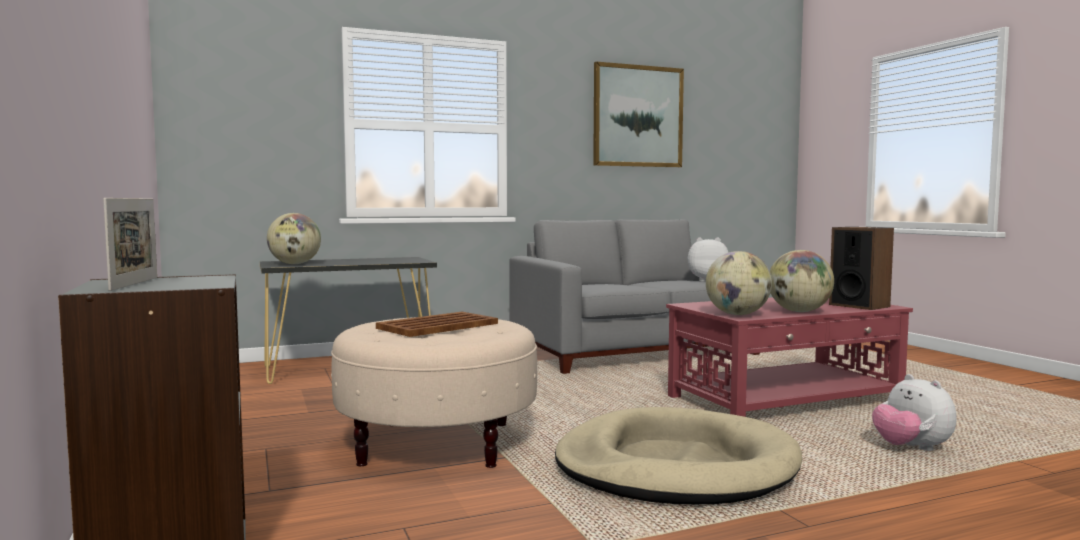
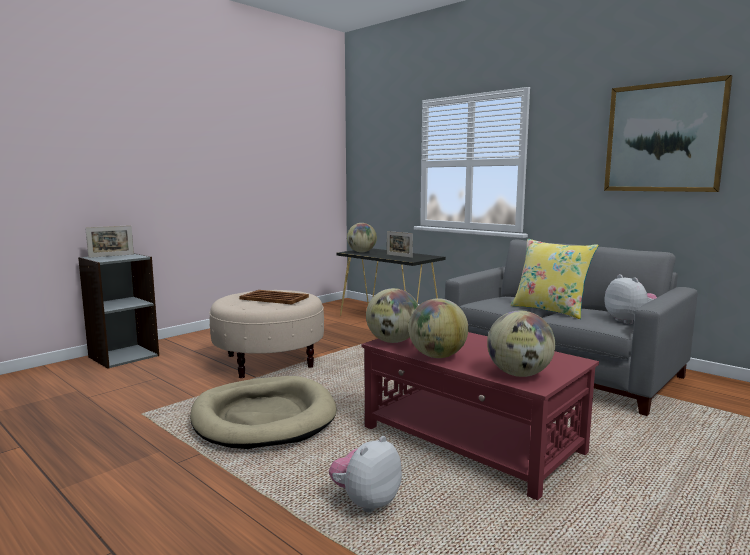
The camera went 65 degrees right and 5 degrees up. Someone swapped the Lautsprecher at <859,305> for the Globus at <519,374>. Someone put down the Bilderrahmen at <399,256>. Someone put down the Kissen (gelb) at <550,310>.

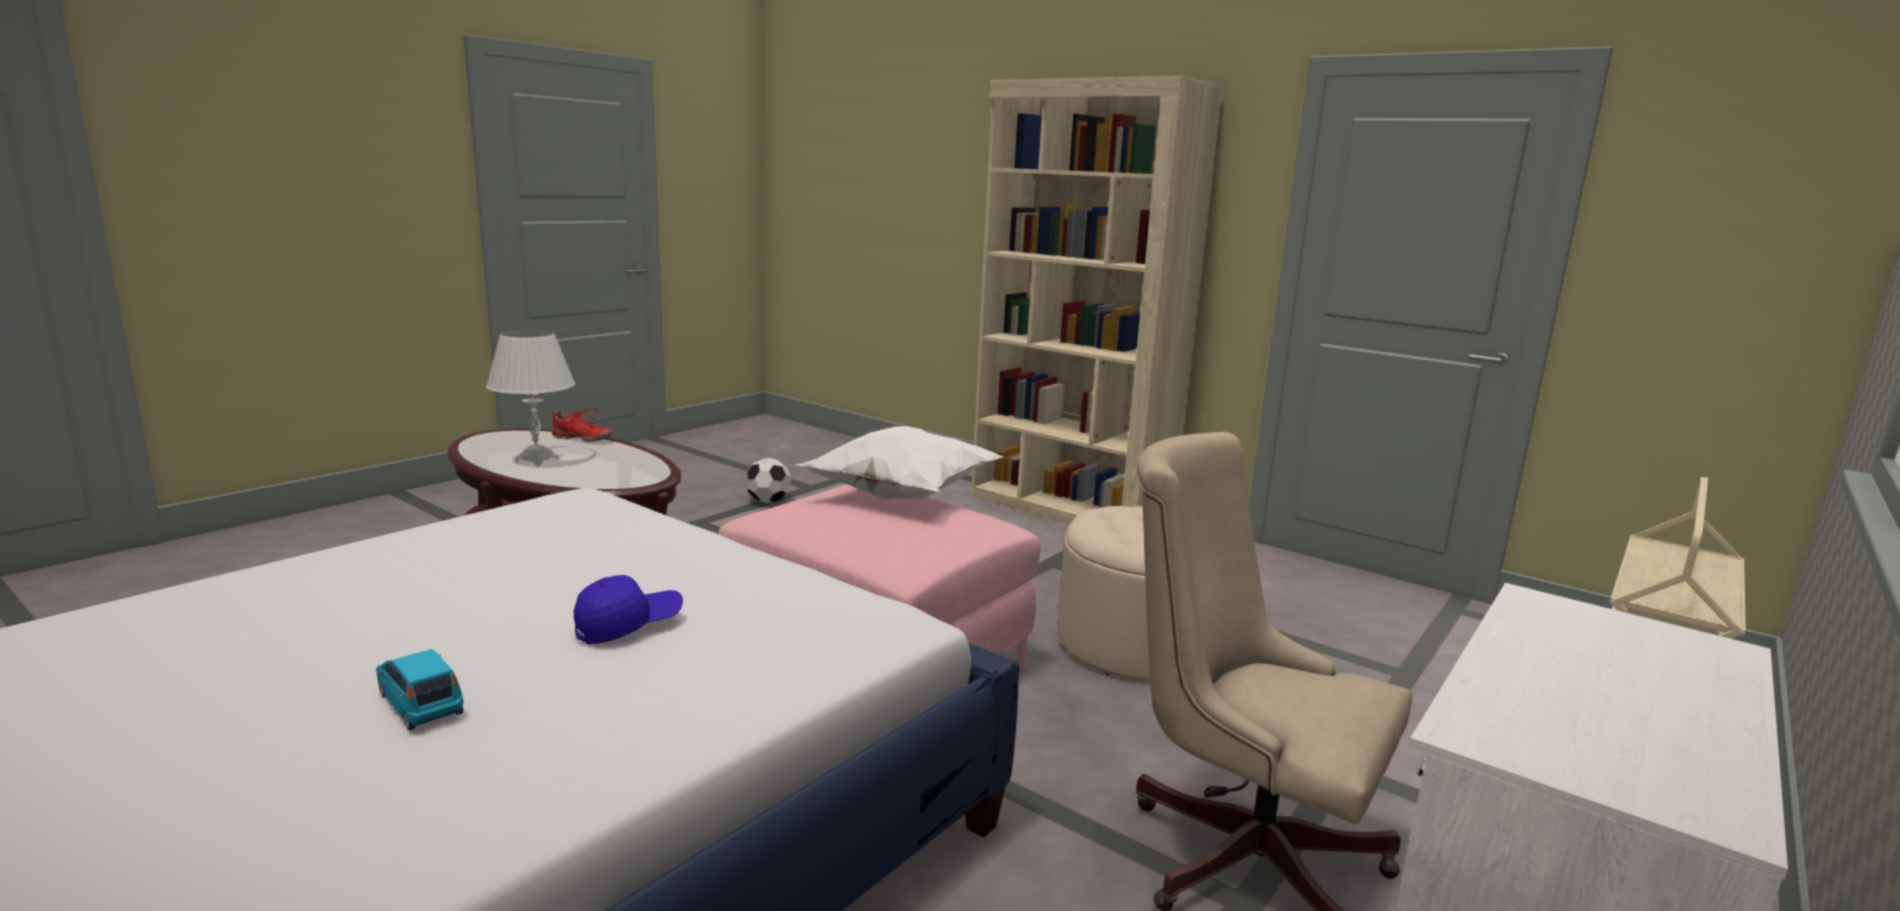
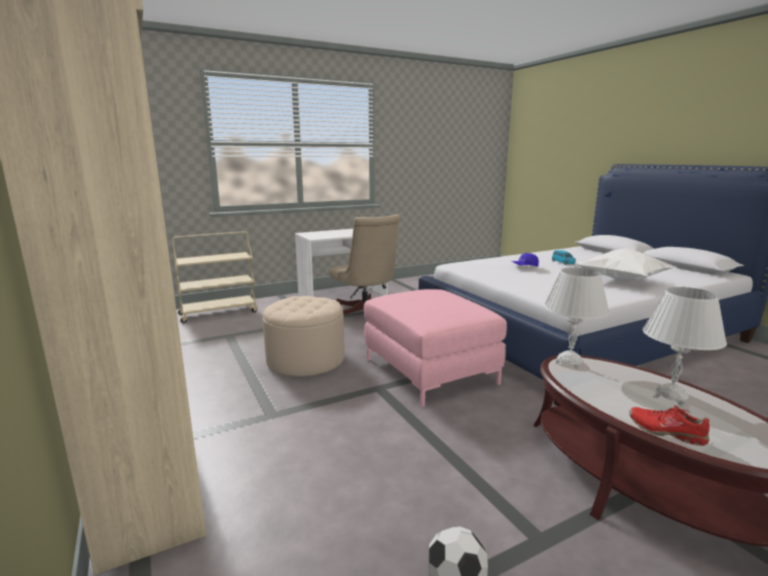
The camera went 155 degrees left and 0 degrees up. Someone carried the Kissen (weiß) from <900,497> to <623,281>. Someone put down the Tischlampe (weiß) at <569,362>.

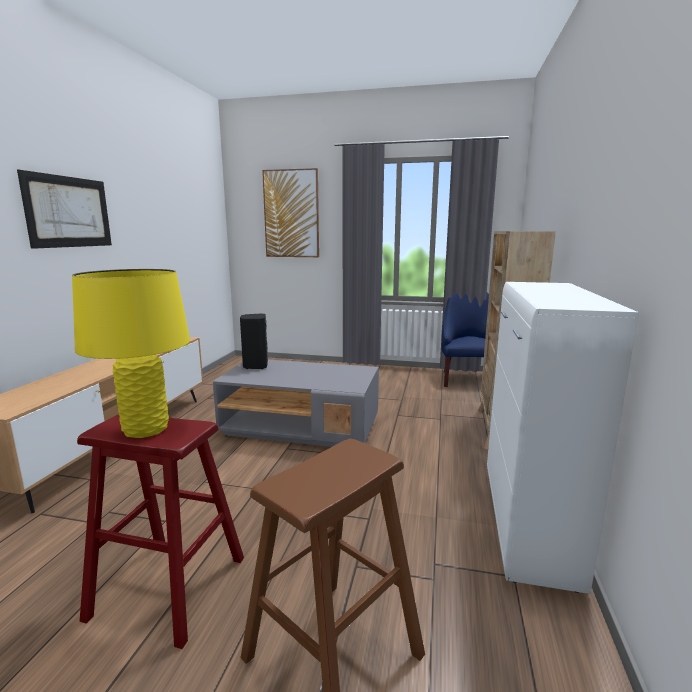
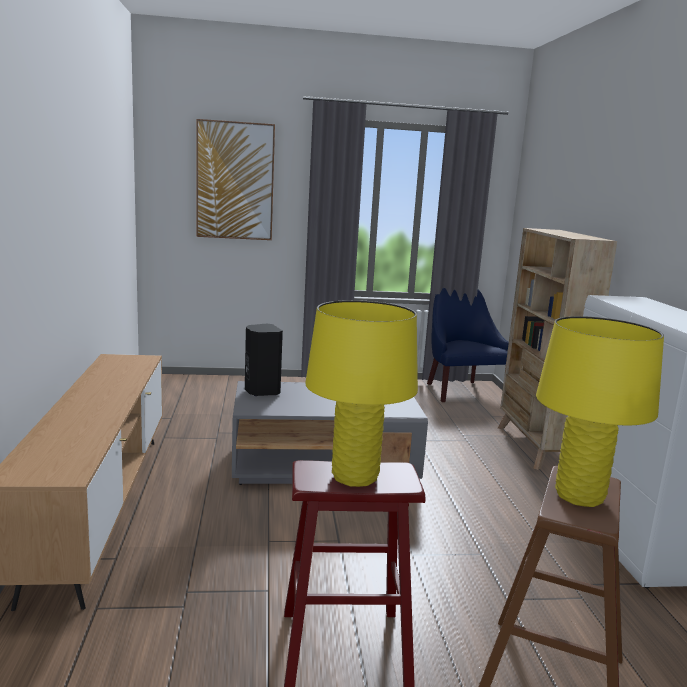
The camera went 20 degrees left and 0 degrees up. Someone took away the Bild at <69,212>. Someone put down the Tischlampe (gelb) at <580,496>.

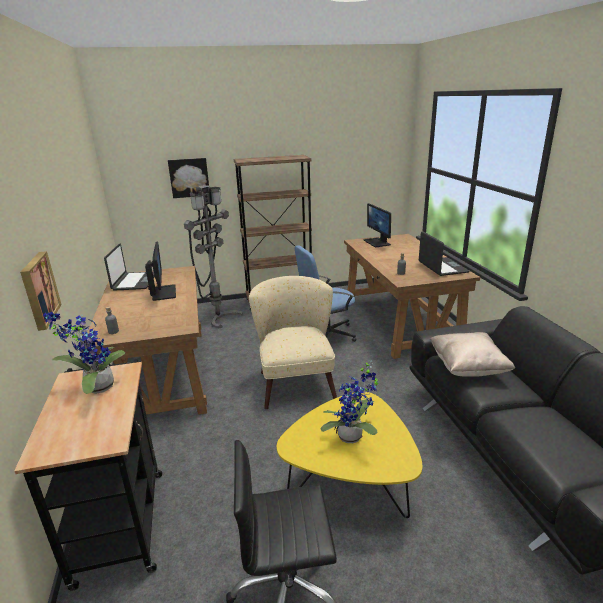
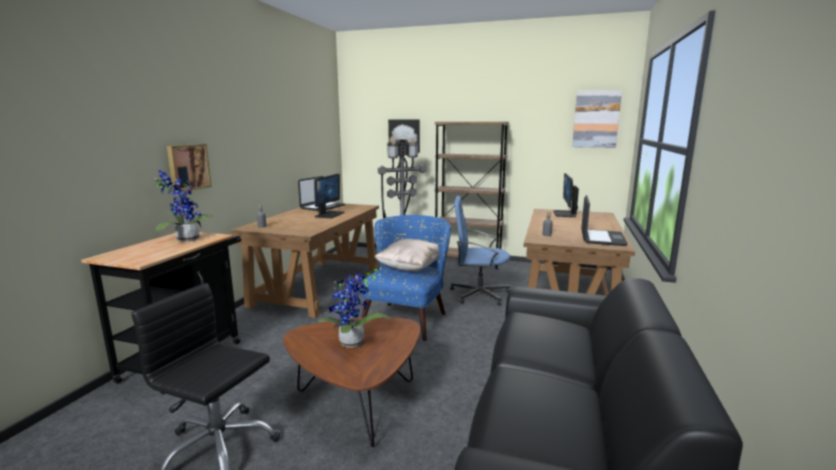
The camera went 30 degrees right and 10 degrees down. Someone repainted the Sessel (beige) at <295,380>, which became the Sessel (blau) at <409,317>. Someone carried the Kissen (beige) from <467,368> to <410,268>. Someone repainted the Couchtisch (gelb) at <351,485>, which became the Couchtisch (braun) at <357,403>. Someone put up the Bild at <596,119>.

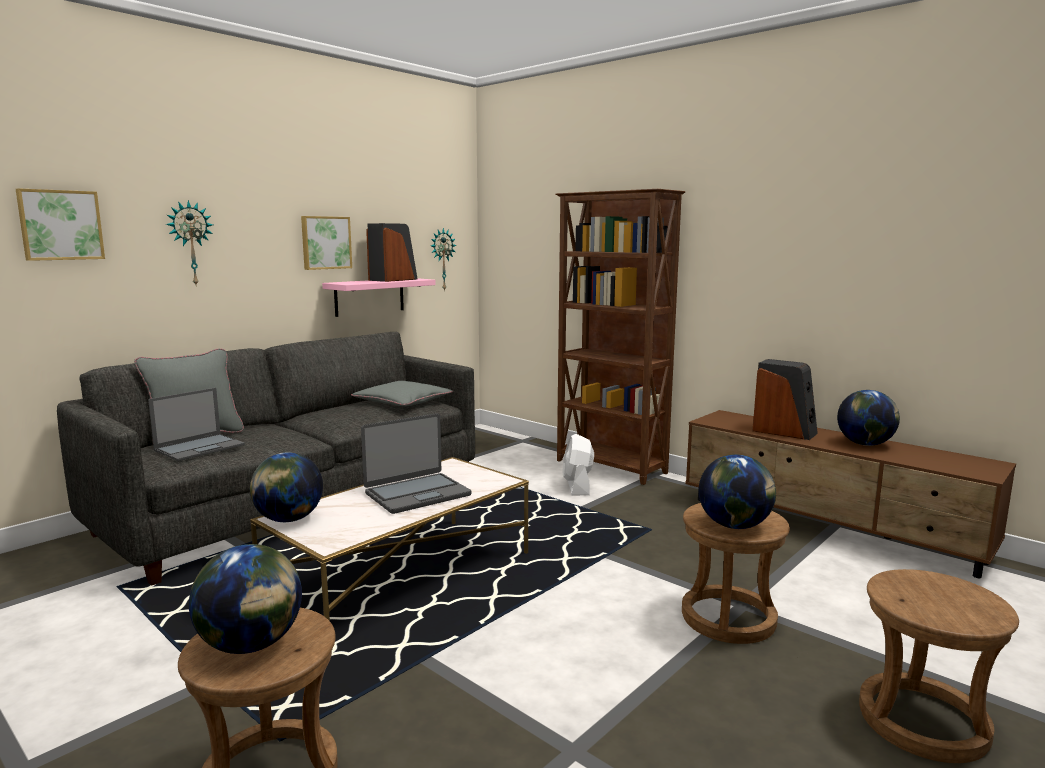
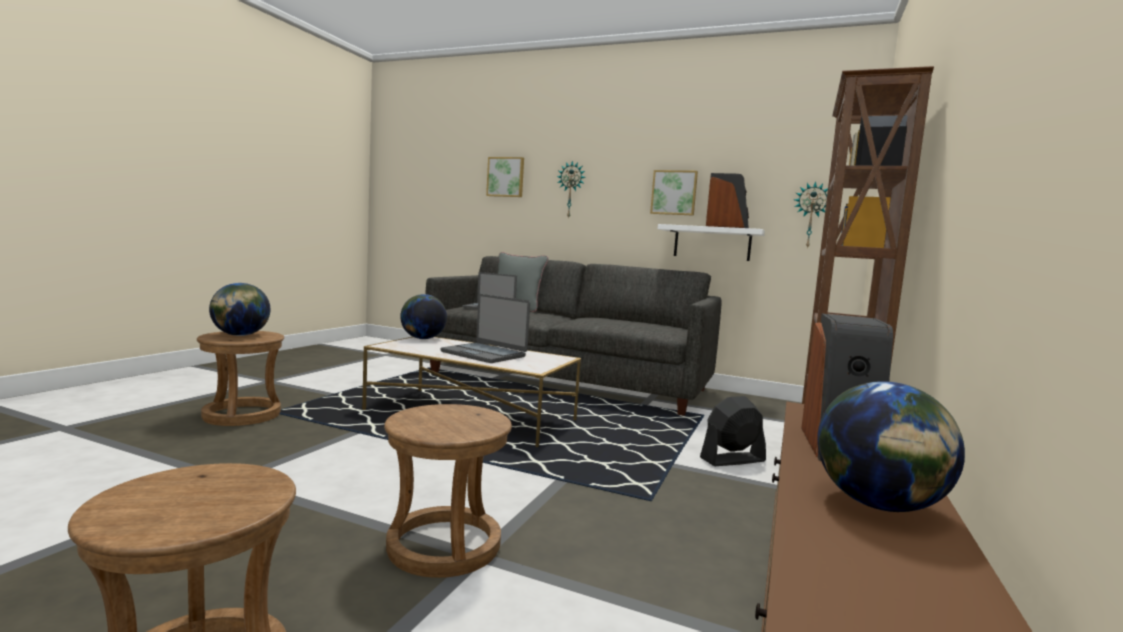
The camera went 70 degrees right and 5 degrees down. Someone repainted the Wandregal (rosa) at <369,296>, which became the Wandregal (weiß) at <712,243>. Someone took away the Kissen (grau) at <403,402>. Someone repainted the Ventilator (weiß) at <577,486>, which became the Ventilator (schwarz) at <732,459>. Someone took away the Globus at <734,525>.

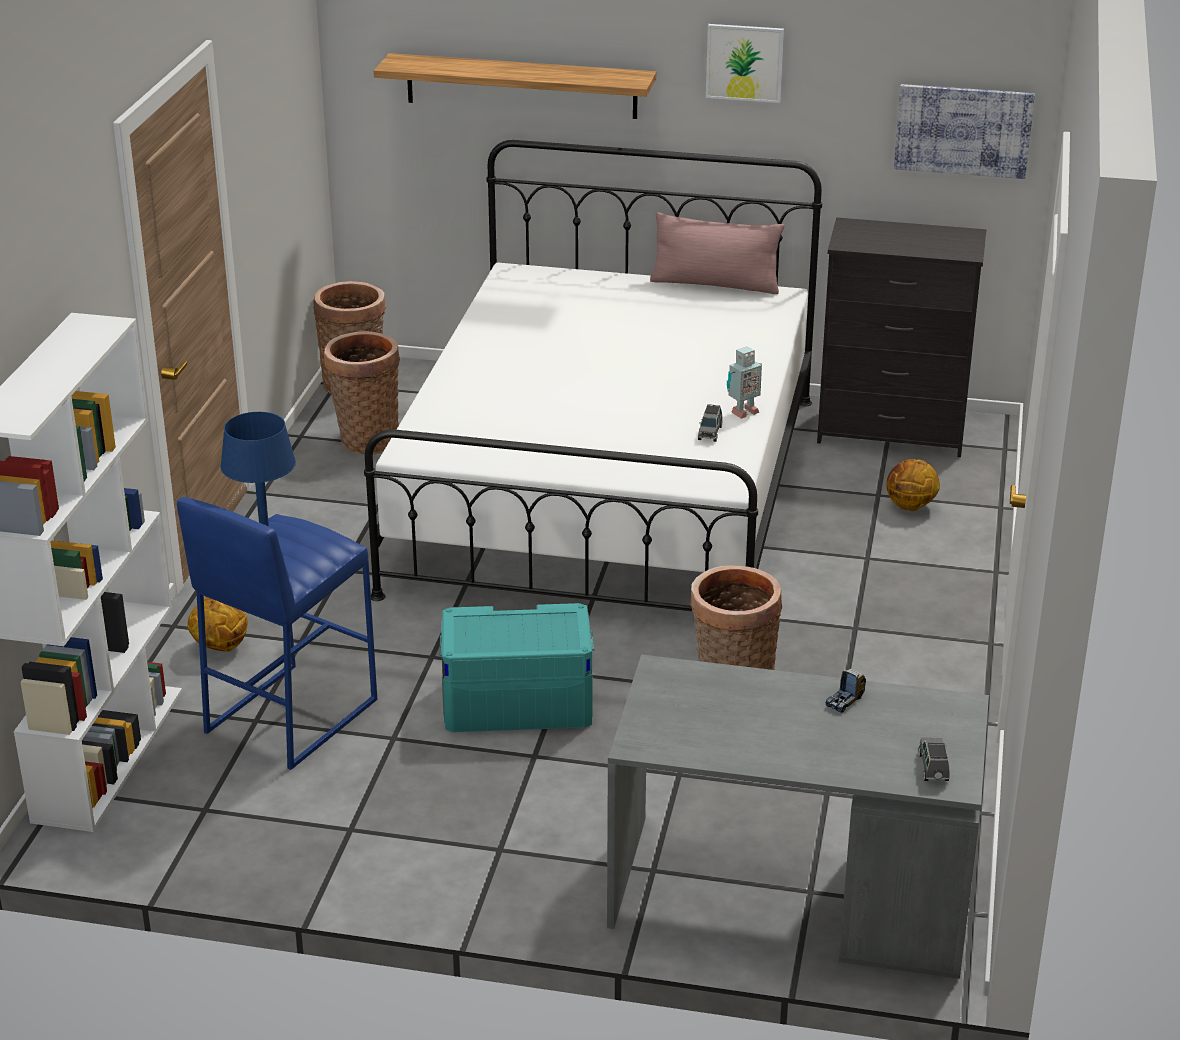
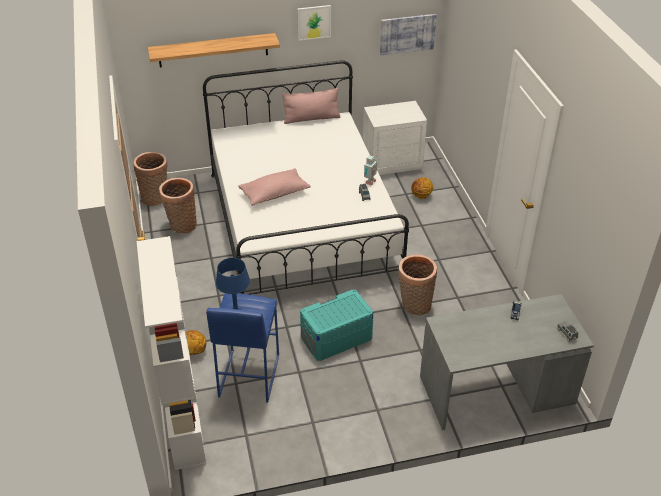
The camera went 25 degrees left and 10 degrees up. Someone swapped the Kommode (schwarz) at <893,433> for the Nachttisch (weiß) at <392,162>. Someone put down the Kissen (rosa) at <274,194>.

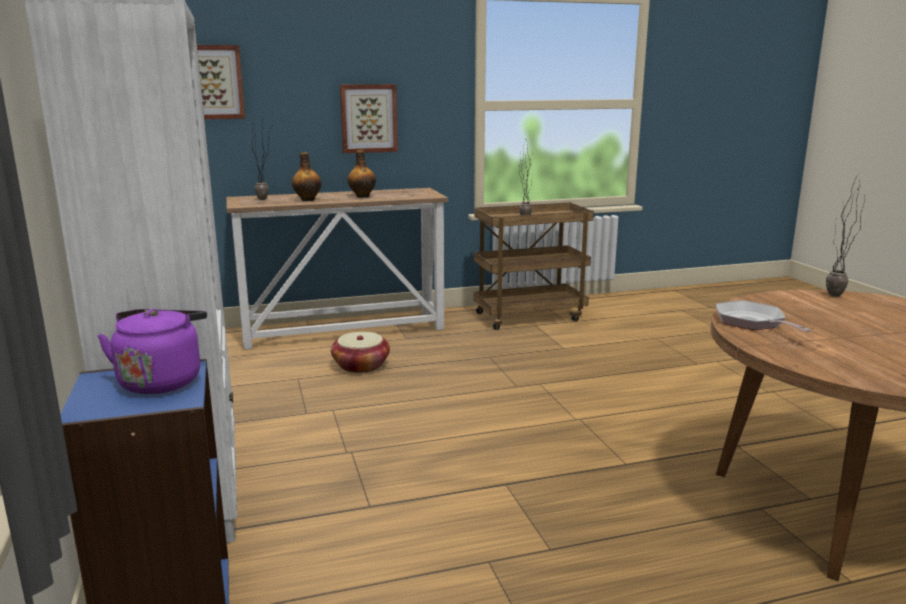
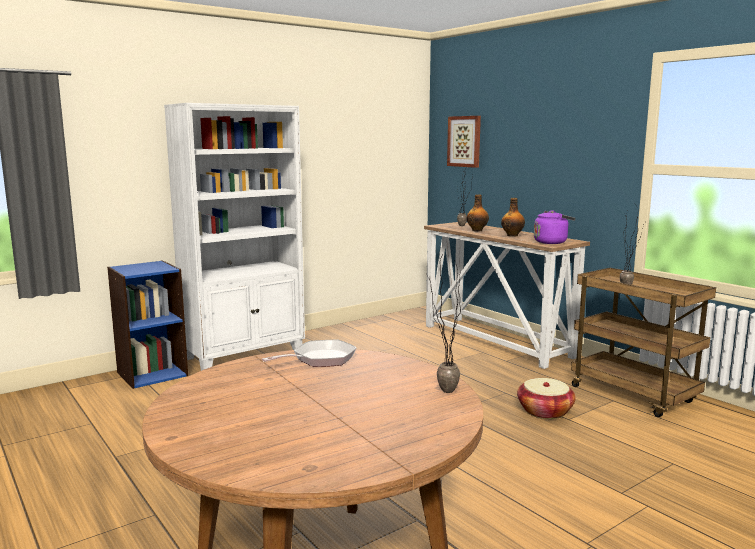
The camera went 70 degrees right and 5 degrees down. Someone took away the Bild at <368,118>. Someone carried the Wasserkessel (lila) from <162,380> to <552,242>. Someone carried the Korb from <361,366> to <545,411>.

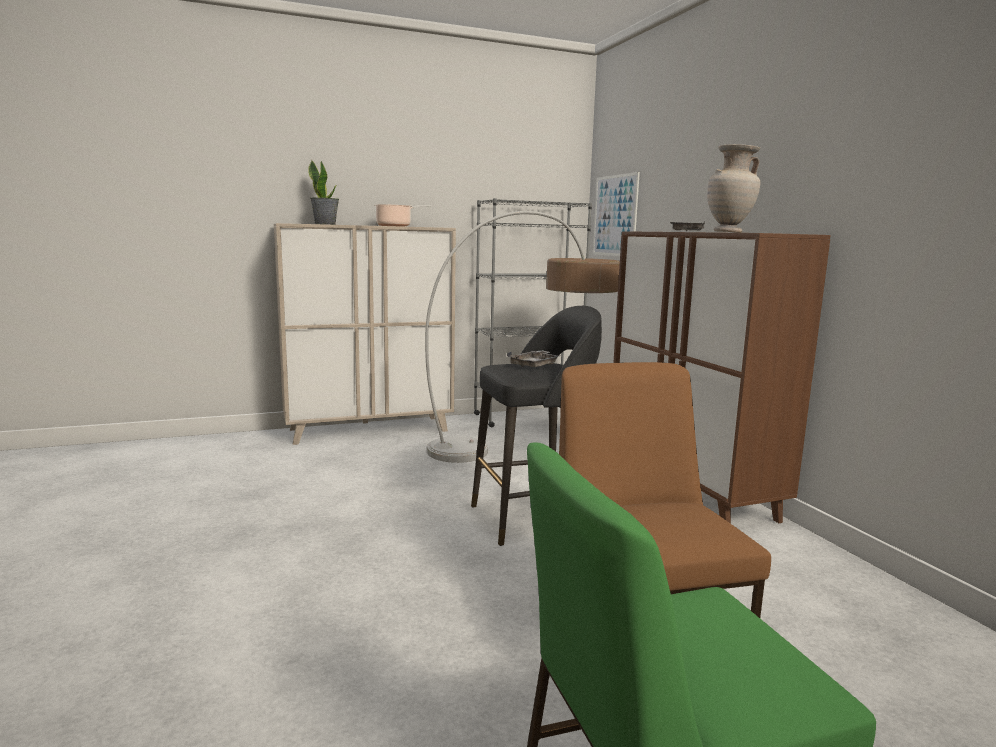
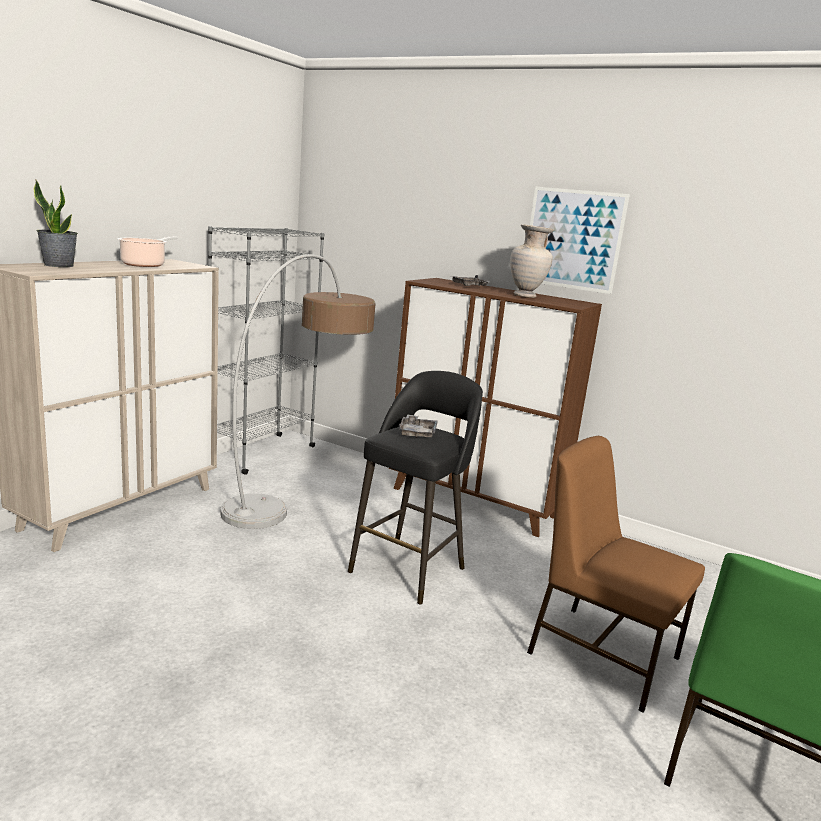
The camera went 40 degrees left and 5 degrees up. Someone carried the Bild from <615,215> to <573,239>.

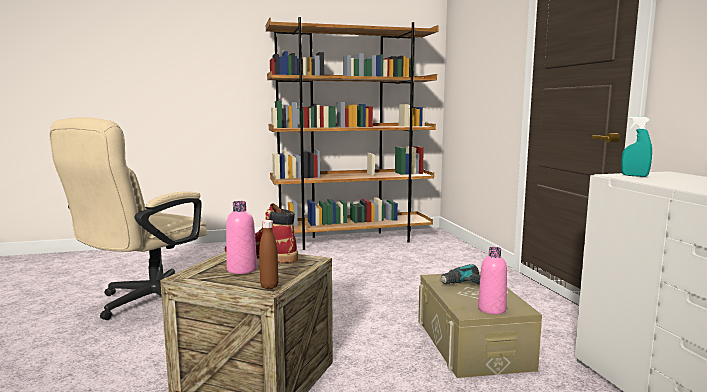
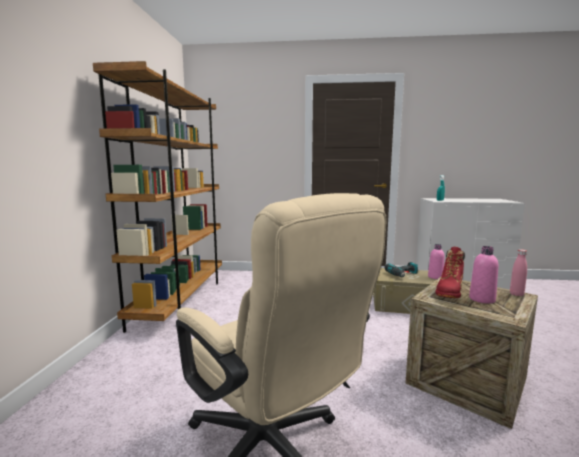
The camera went 70 degrees left and 0 degrees up. Someone repainted the Flasche (braun) at <269,286>, which became the Flasche (rosa) at <516,294>.

